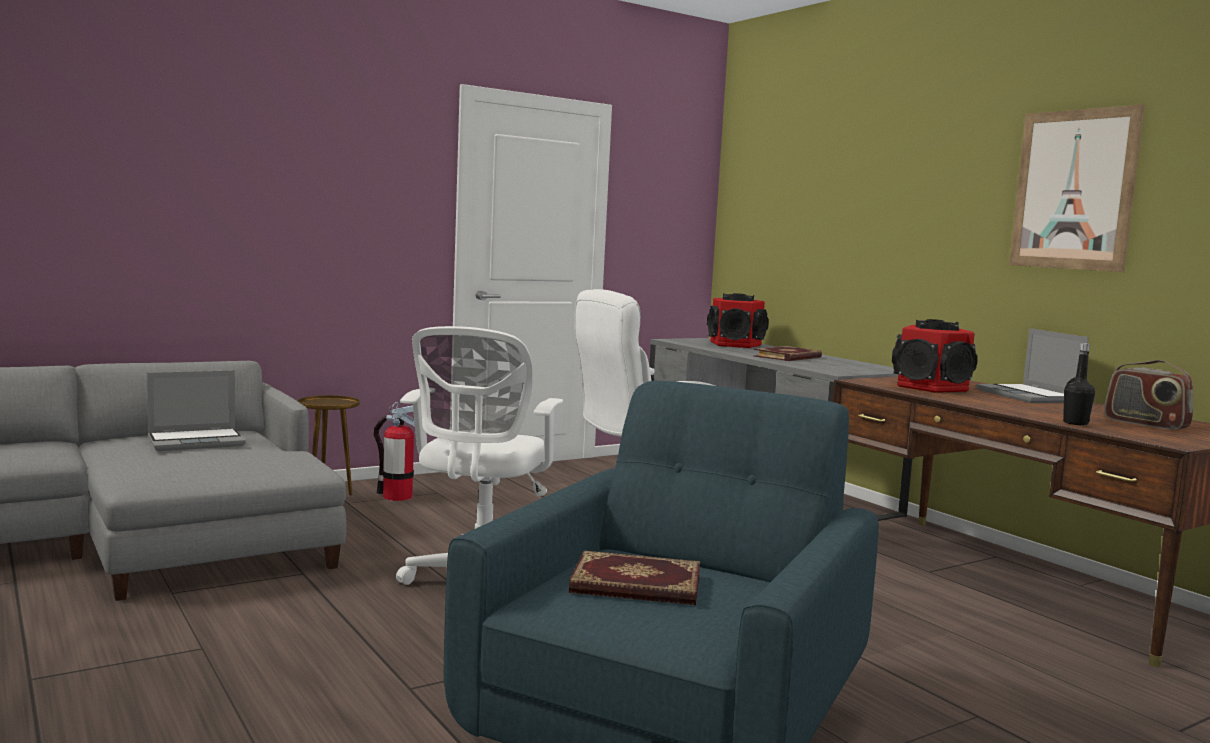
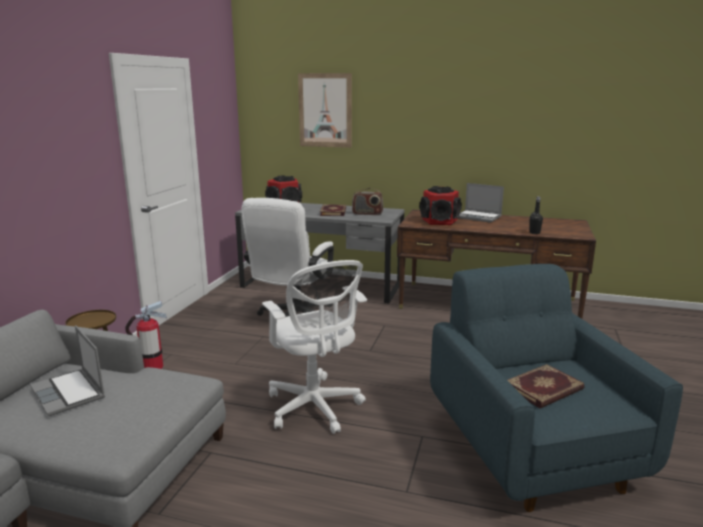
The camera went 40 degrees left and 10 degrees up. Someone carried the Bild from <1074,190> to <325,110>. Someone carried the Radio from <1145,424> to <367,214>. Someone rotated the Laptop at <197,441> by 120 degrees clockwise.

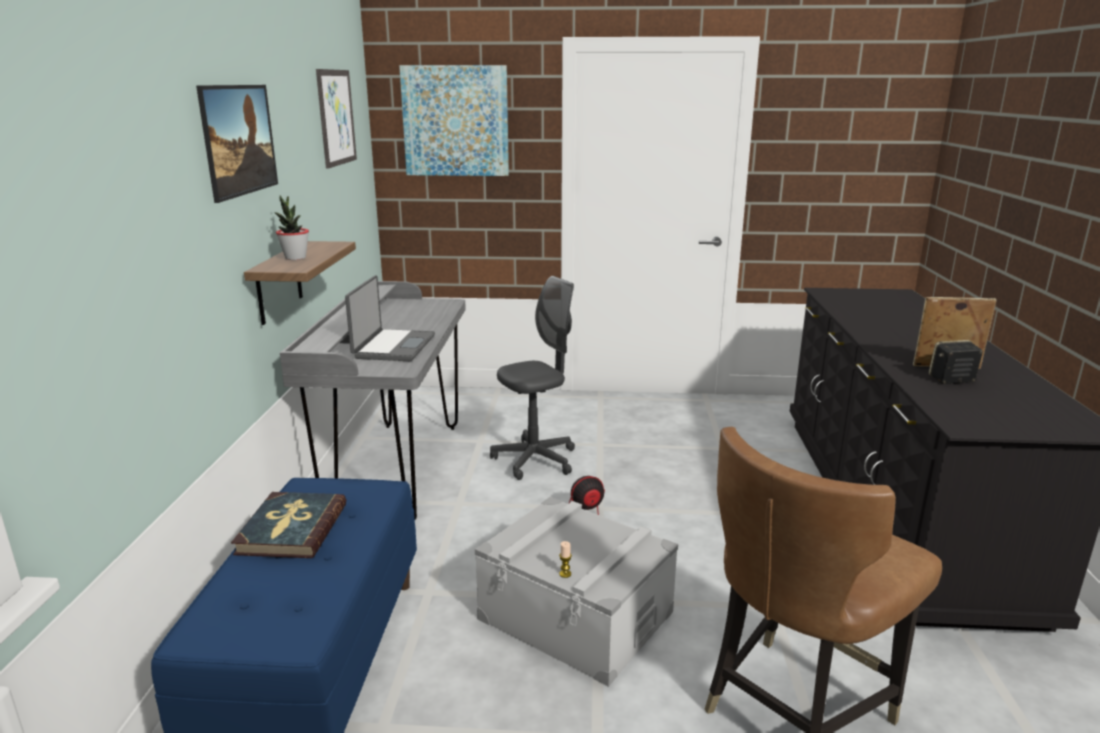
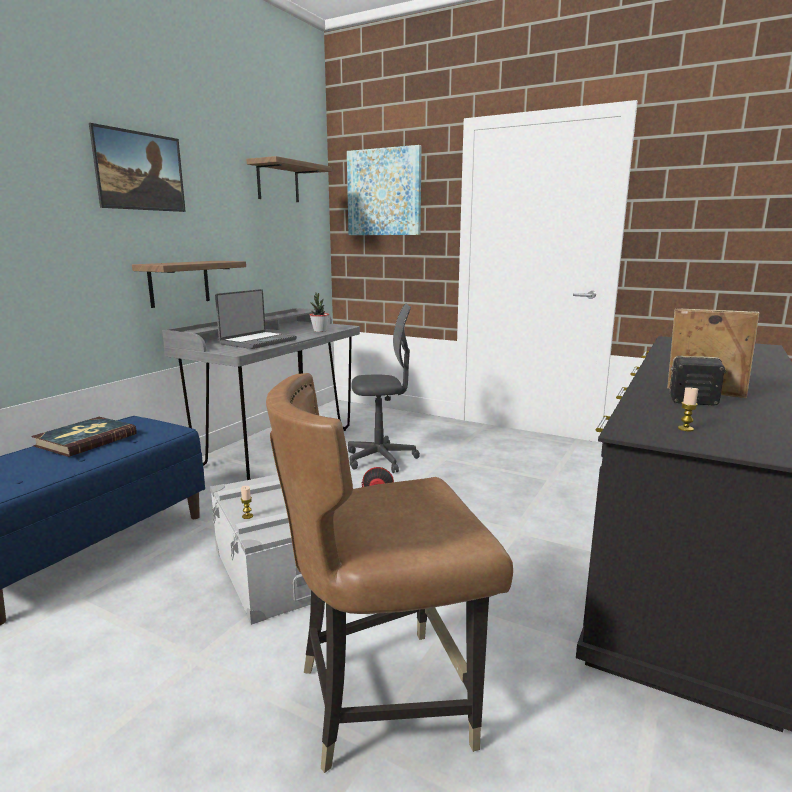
The camera went 25 degrees right and 5 degrees down. Someone swapped the Bild at <336,117> for the Wandregal at <278,182>. Someone carried the Topfpflanze from <295,258> to <320,331>. Someone put down the Kerze at <685,429>.

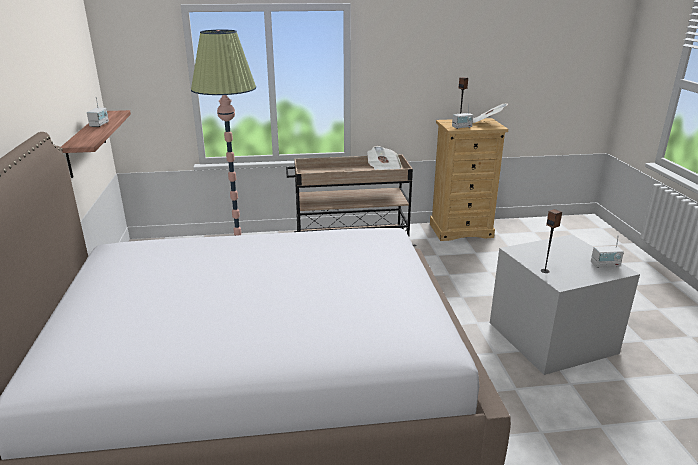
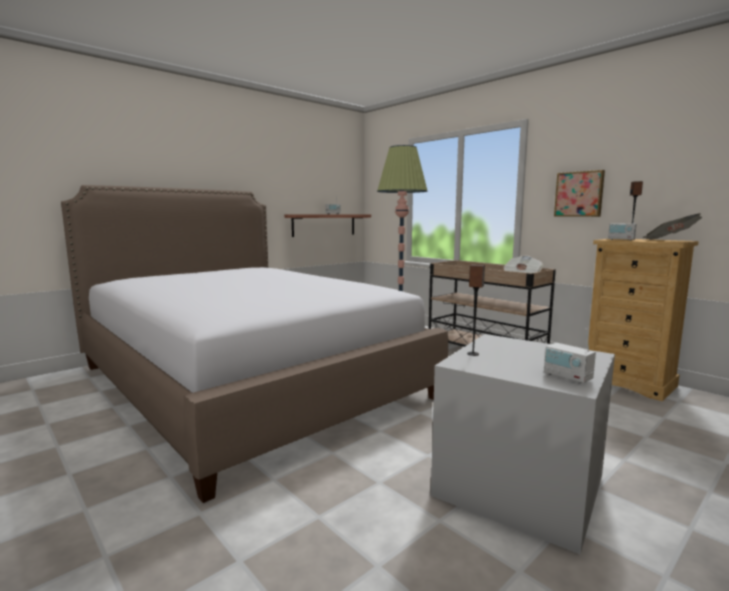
The camera went 55 degrees right and 15 degrees down. Someone put up the Bild at <579,194>.

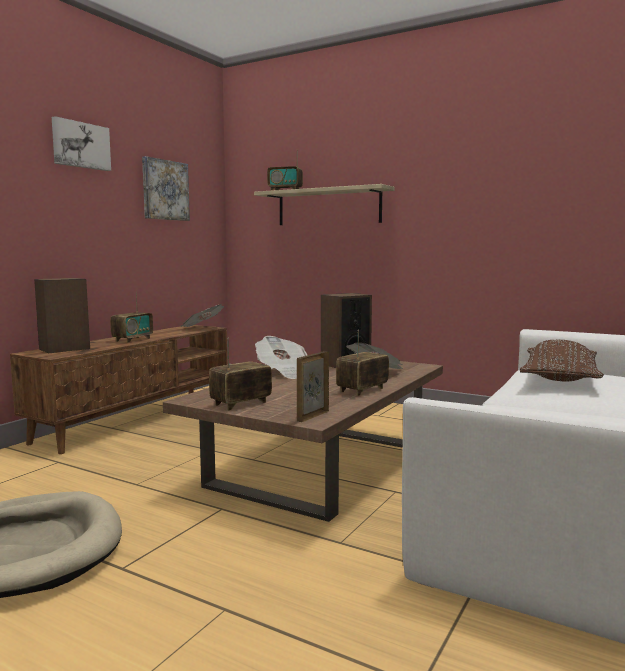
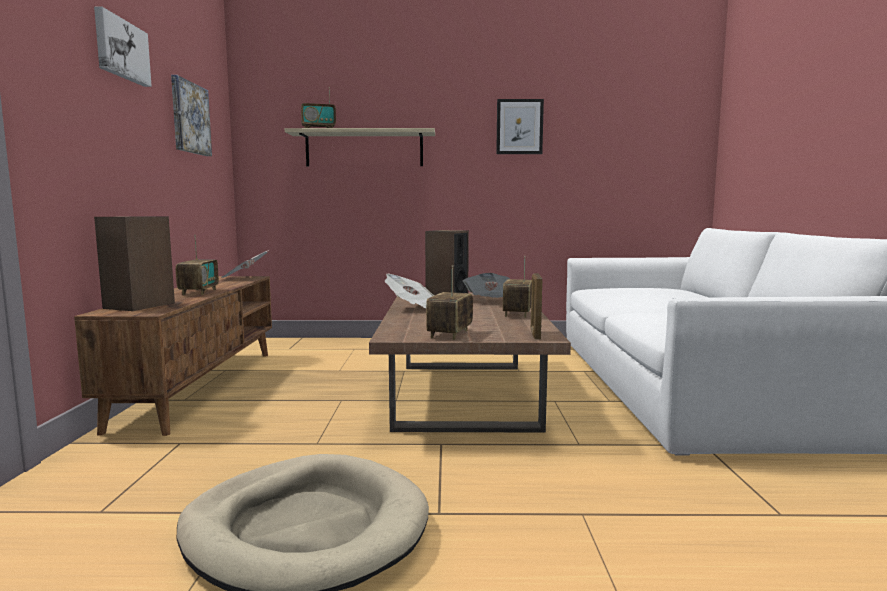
The camera went 30 degrees left and 0 degrees up. Someone took away the Kissen (braun) at <559,377>. Someone put up the Bild at <519,127>.

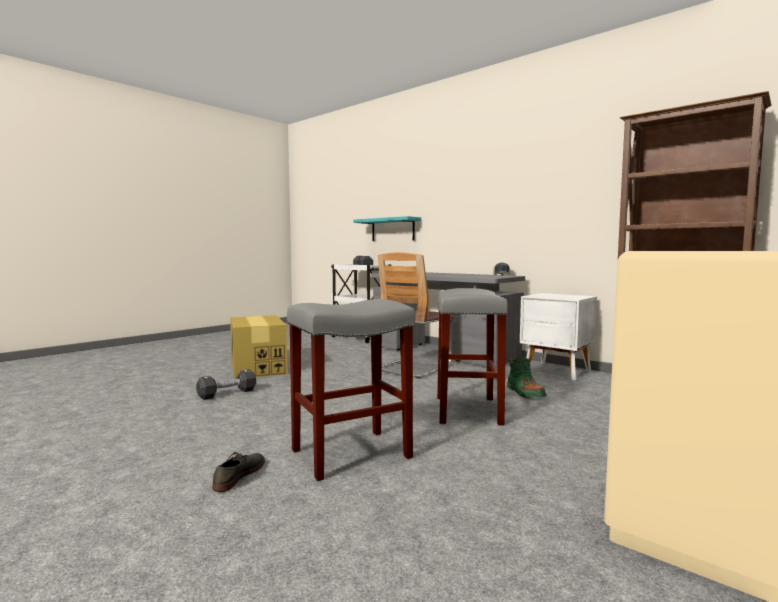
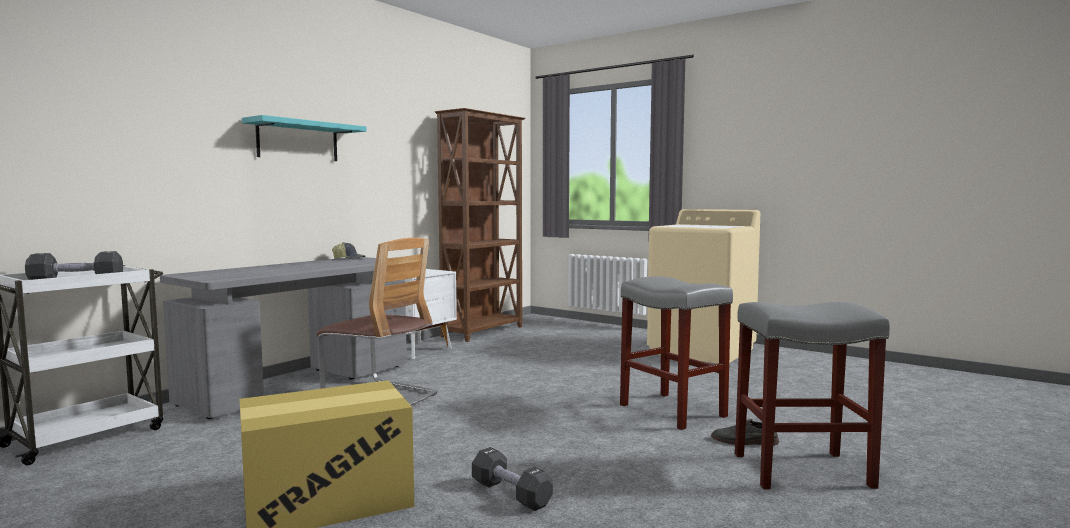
The camera went 95 degrees left and 0 degrees up. Someone carried the Wandregal (türkis) from <393,230> to <298,141>. Someone carried the Hocker (grau) from <468,411> to <803,470>. Someone took away the Stiefel (grün) at <525,393>.

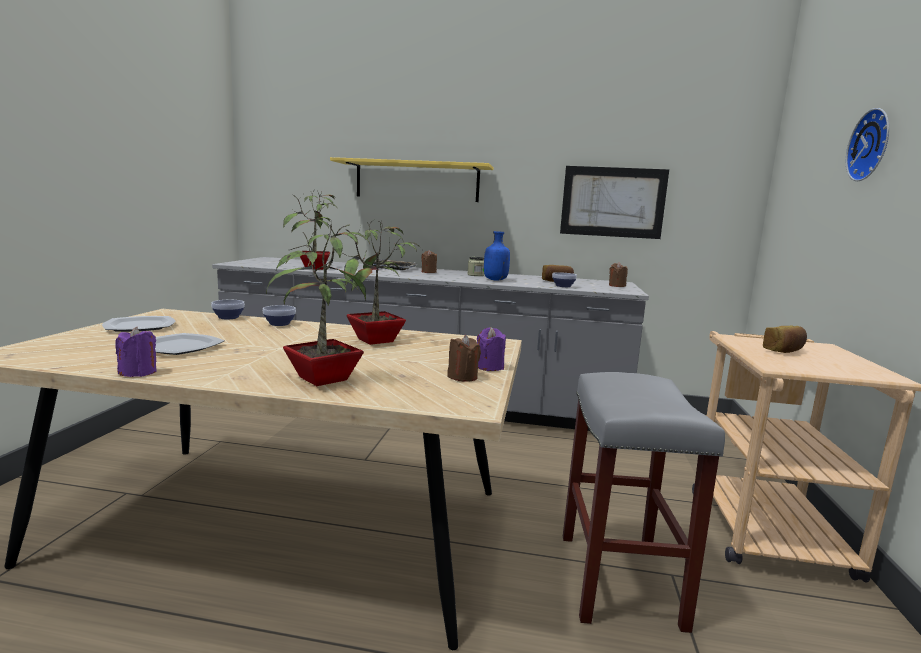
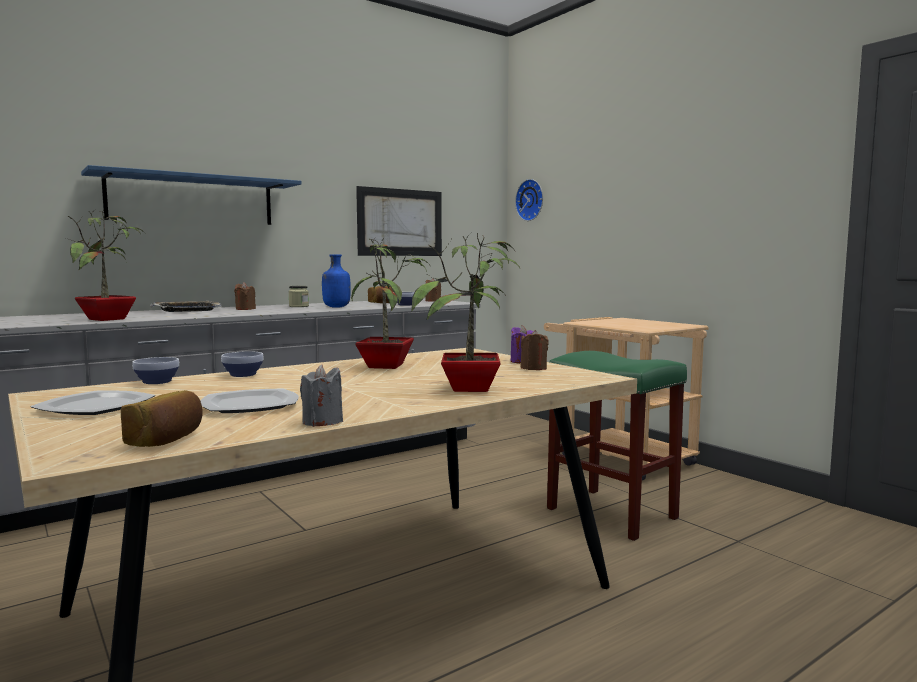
The camera went 45 degrees left and 5 degrees down. Someone carried the Wanduhr from <872,145> to <531,200>. Someone repainted the Wandregal (gelb) at <417,181>, which became the Wandregal (blau) at <192,200>. Someone carried the Brot from <784,351> to <167,439>. Someone repainted the Kerze (lila) at <138,372>, which became the Kerze (grau) at <322,422>. Someone repainted the Hocker (grau) at <620,580>, which became the Hocker (grün) at <613,513>.

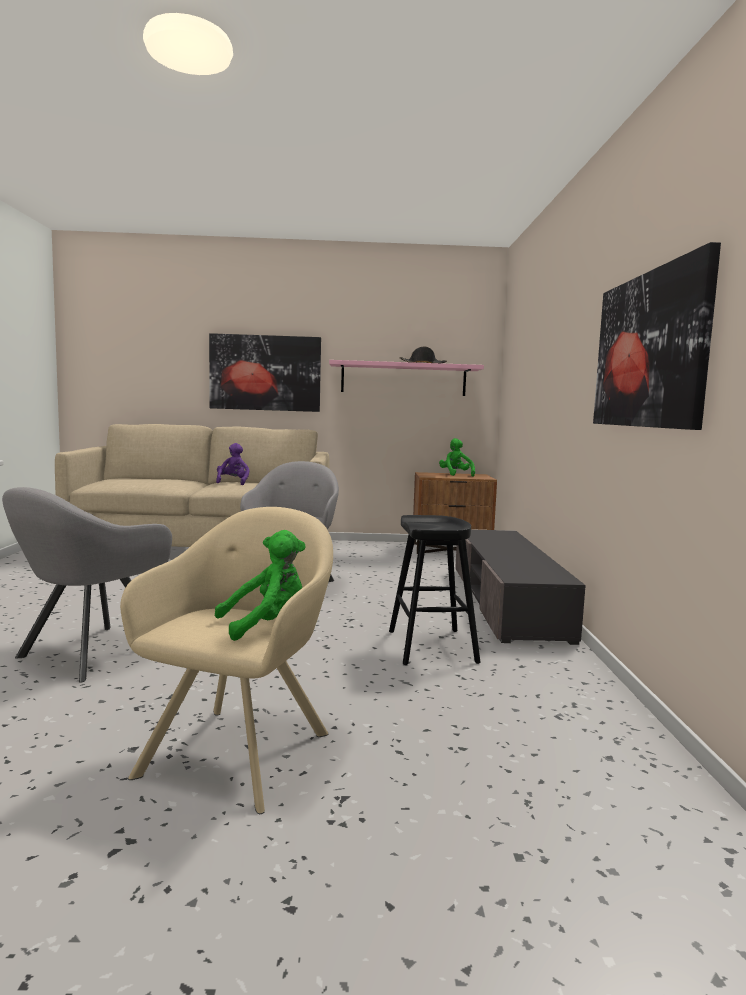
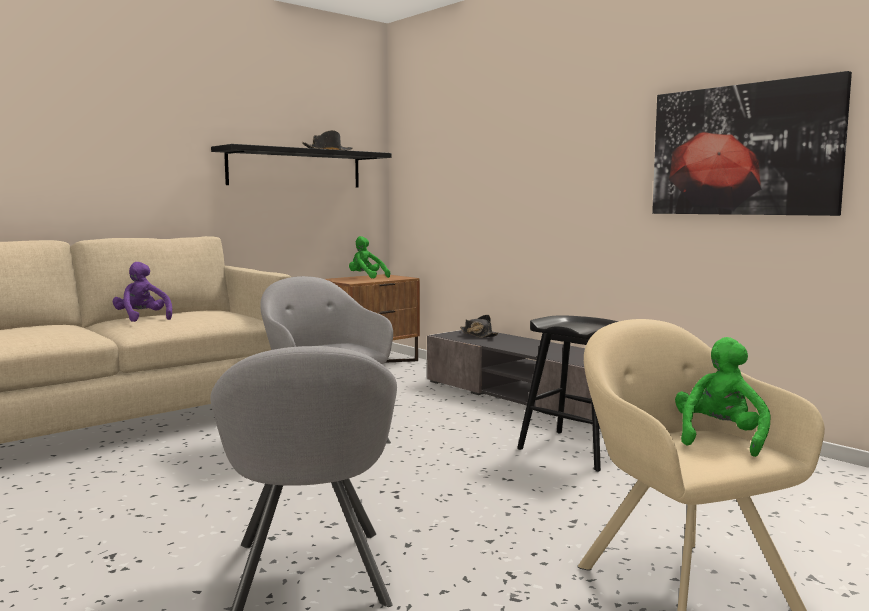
The camera went 40 degrees left and 0 degrees up. Someone took away the Bild at <265,373>. Someone repainted the Wandregal (rosa) at <403,379>, which became the Wandregal (schwarz) at <295,168>. Someone put down the Hut (schwarz) at <478,335>.

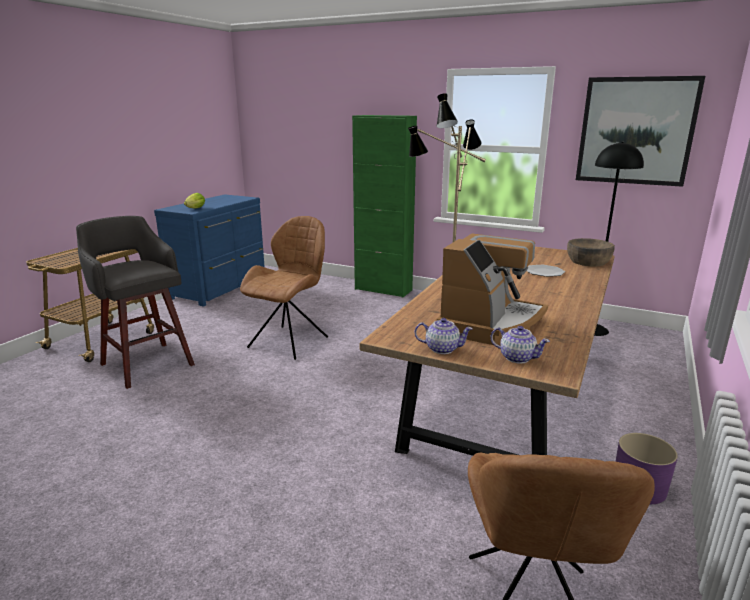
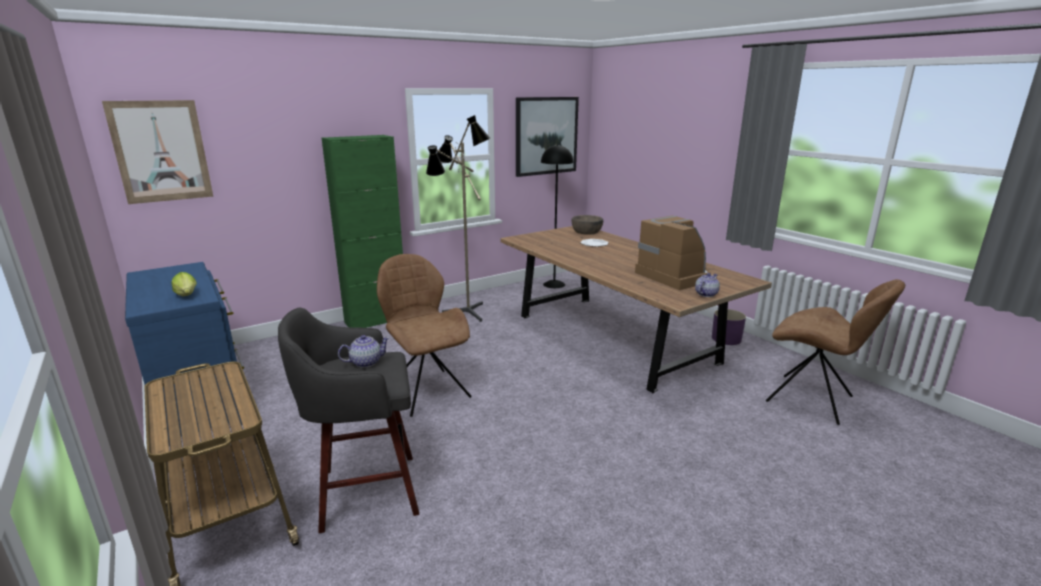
The camera went 60 degrees left and 0 degrees up. Someone carried the Teekanne from <517,357> to <365,362>. Someone put up the Bild at <161,151>.

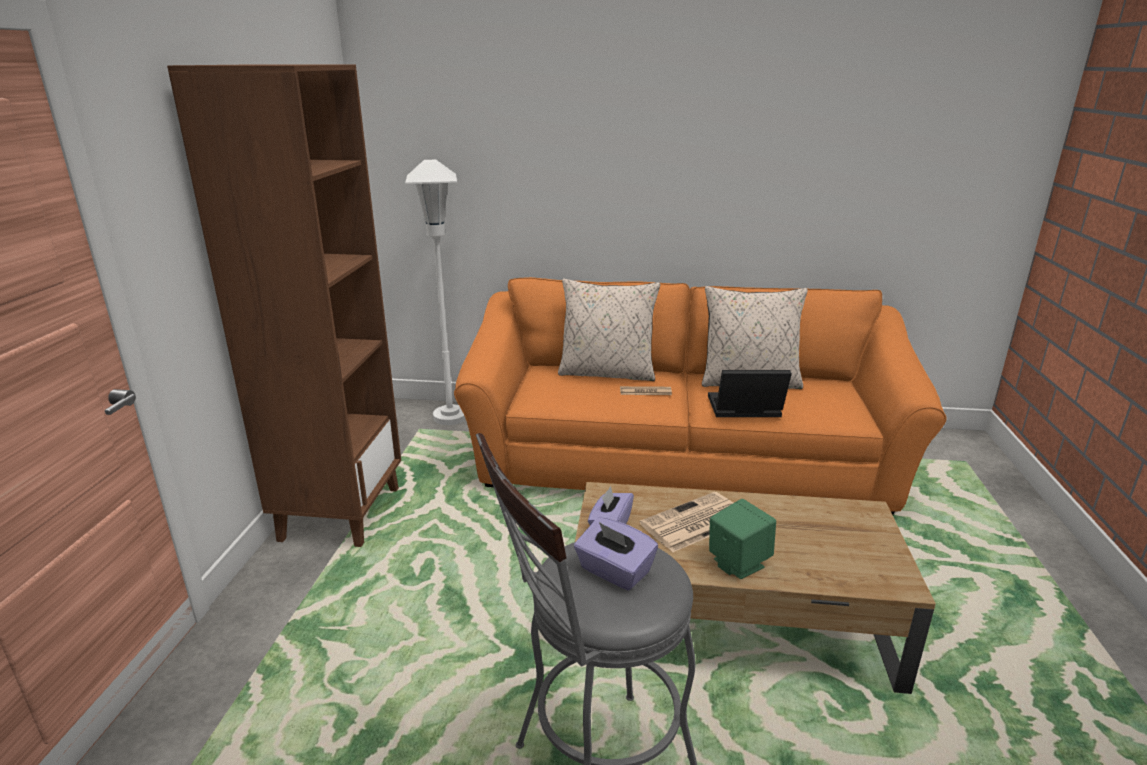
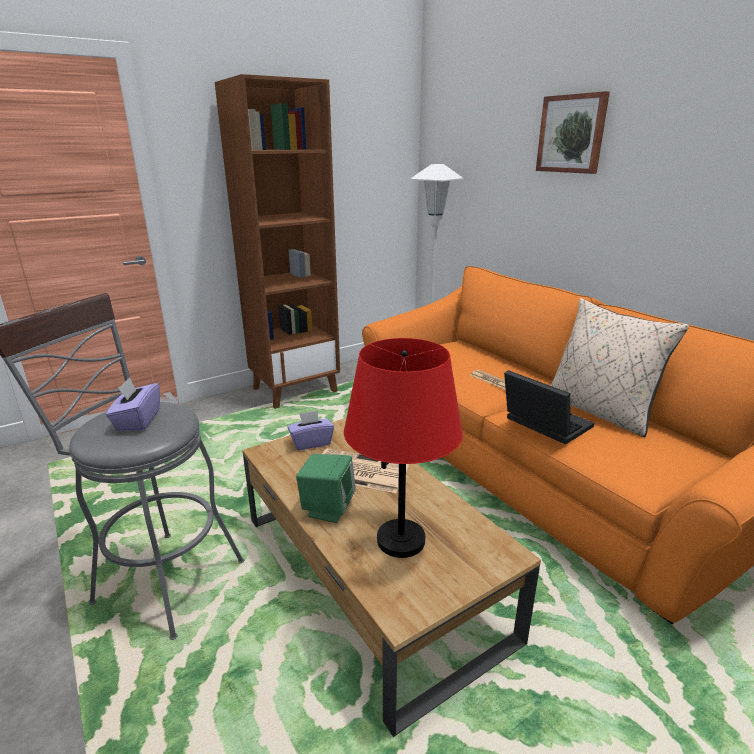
The camera went 50 degrees right and 0 degrees up. Someone took away the Kissen (beige) at <607,373>. Someone put up the Bild at <572,134>. Someone put down the Tischlampe (rot) at <400,540>.

